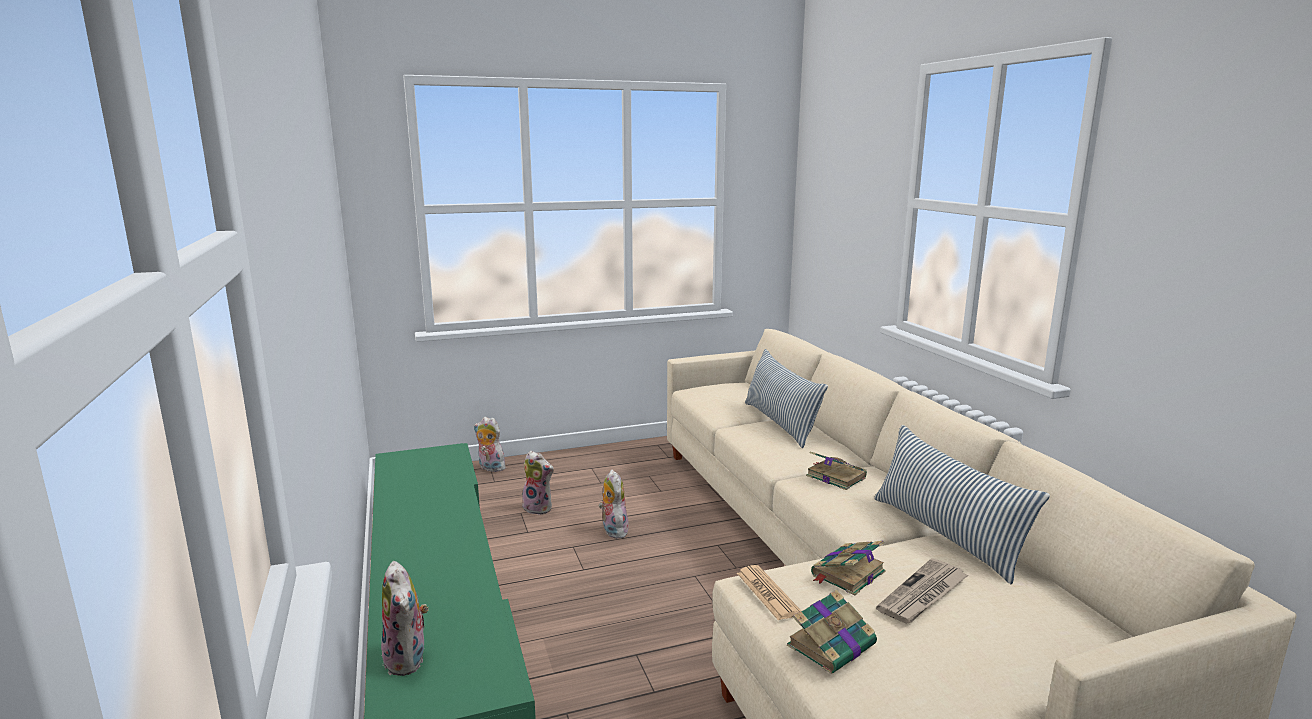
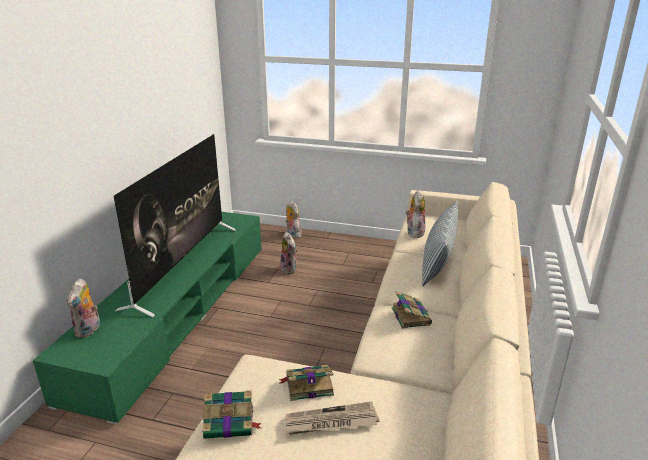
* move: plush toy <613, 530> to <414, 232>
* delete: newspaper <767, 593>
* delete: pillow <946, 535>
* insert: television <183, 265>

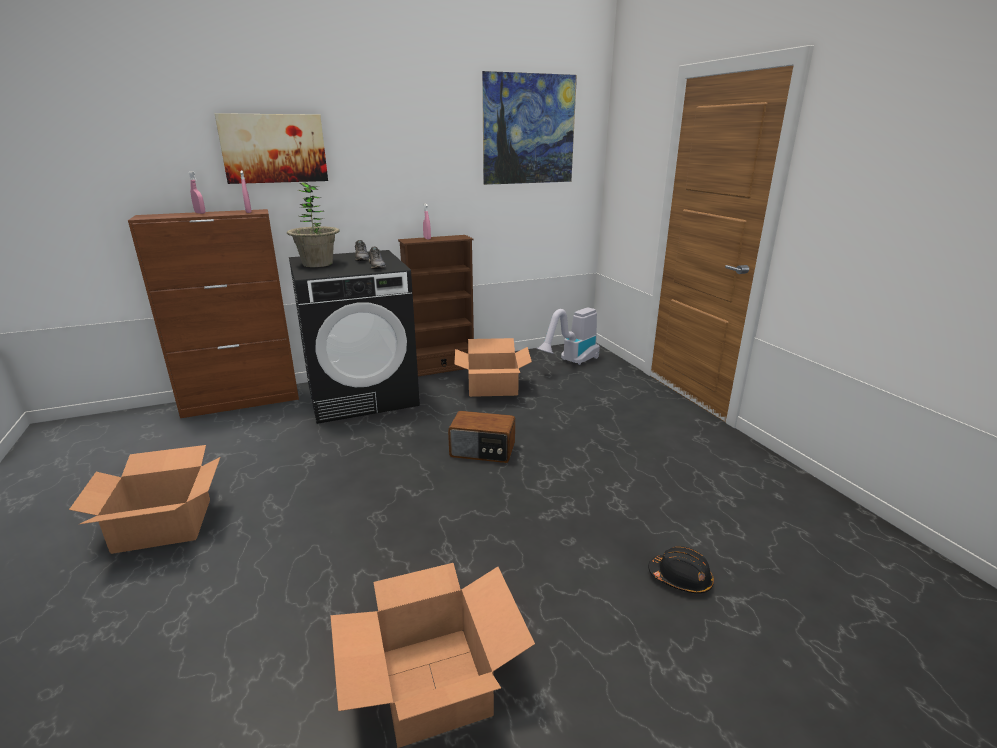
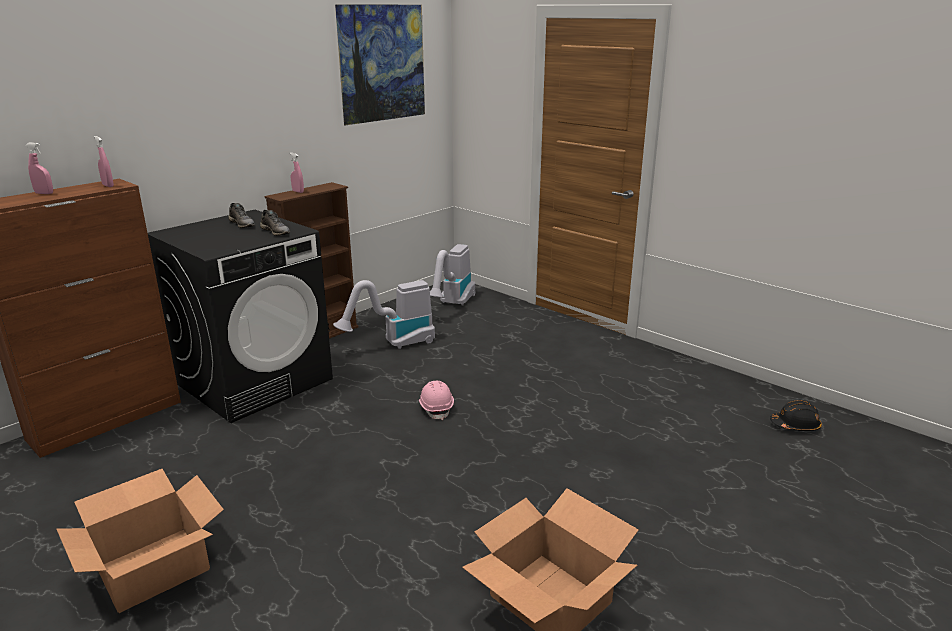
* delete: picture <274, 148>
* delete: potted plant <317, 264>
* replace: radio <482, 451> to hard hat (pink) <436, 408>
* replace: cardboard box <493, 387> to vacuum cleaner <394, 344>
* move: hard hat (black) <680, 578> to <795, 425>

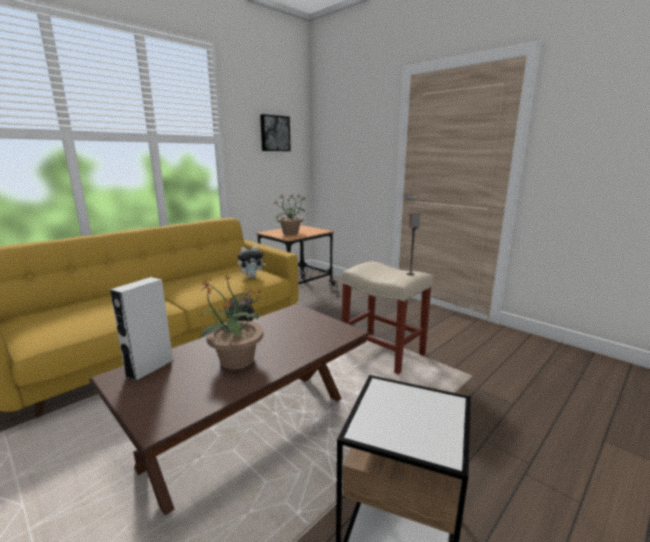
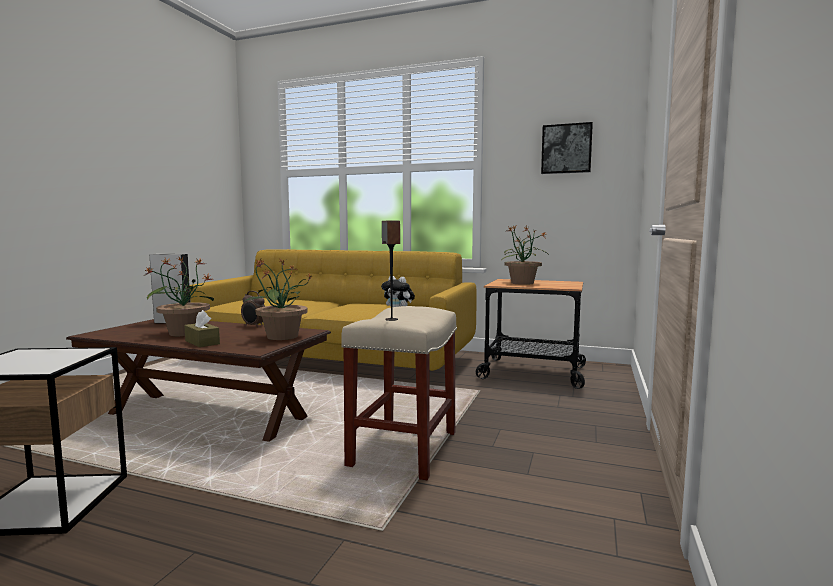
* insert: tissue box (brown) <202, 342>
* insert: potted plant <281, 337>

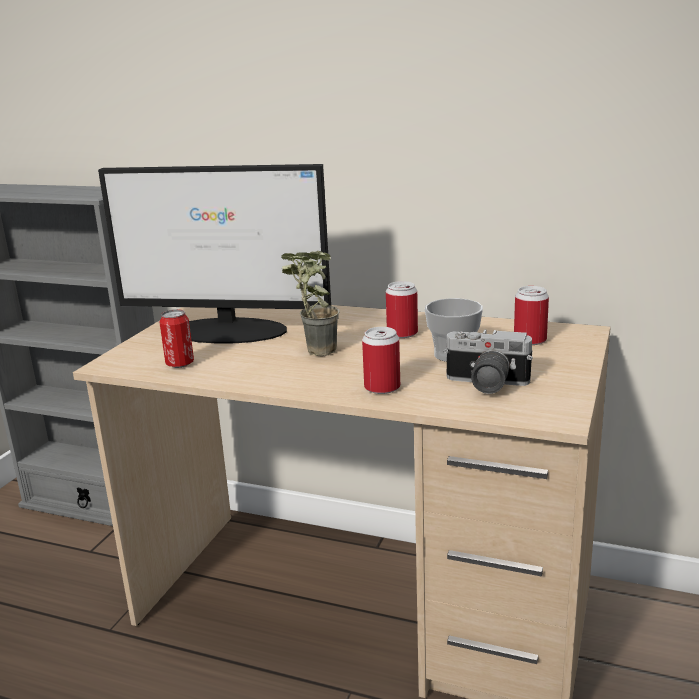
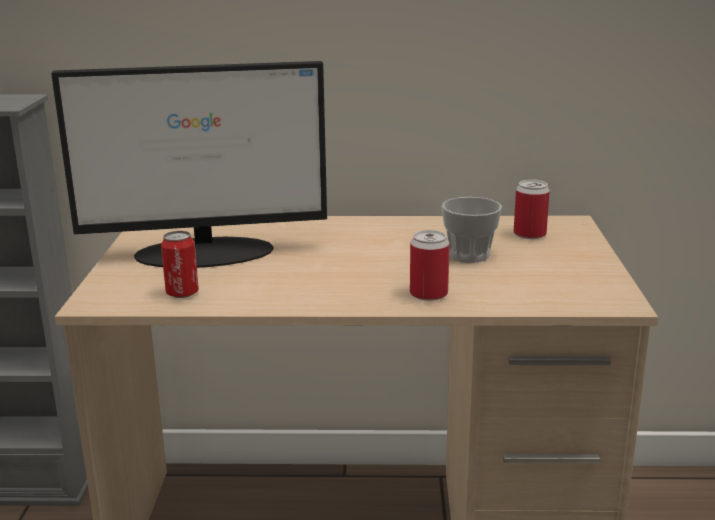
* delete: potted plant <312, 351>
* delete: can <402, 333>
* delete: photo camera <485, 385>

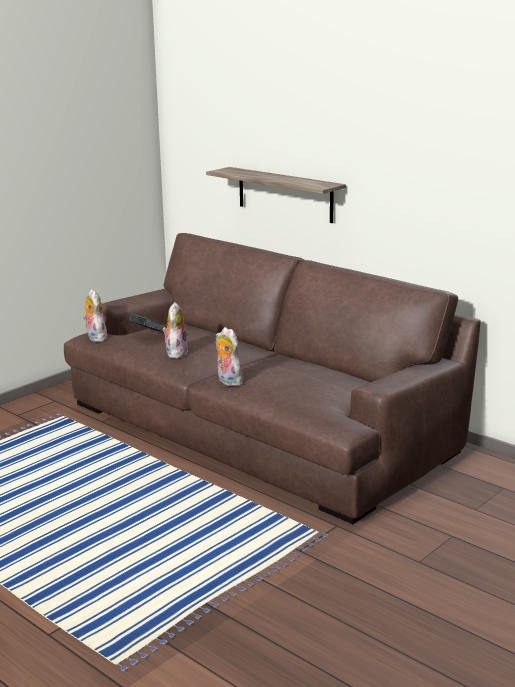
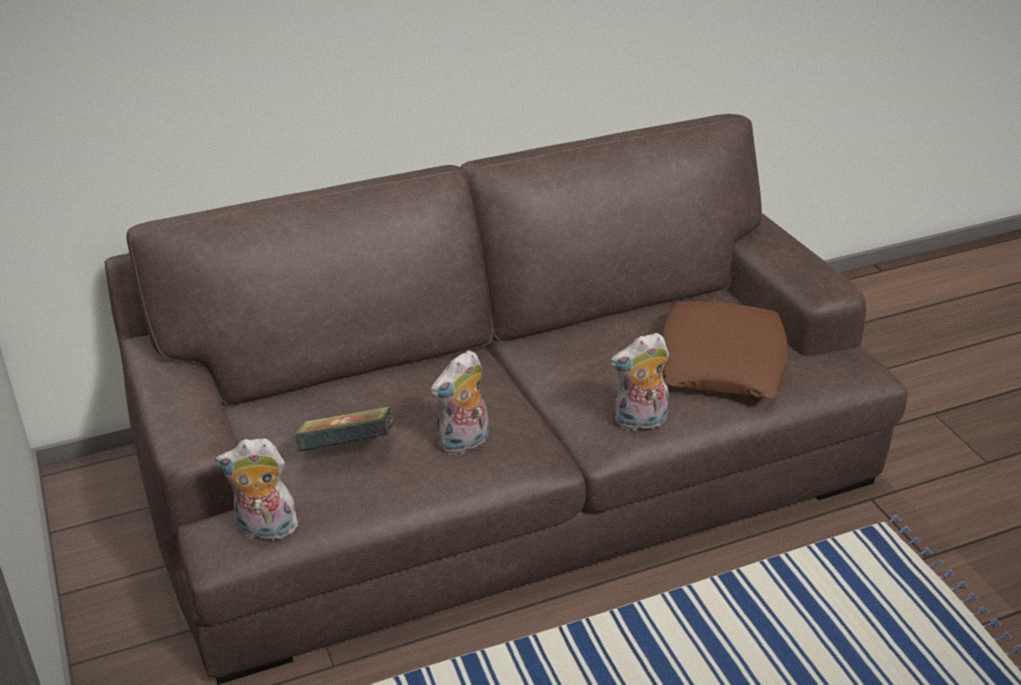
* rotate: plush toy <175, 353> = <464, 443> 75 degrees counterclockwise
* delete: shelf <285, 194>
* insert: pillow (brown) <722, 361>

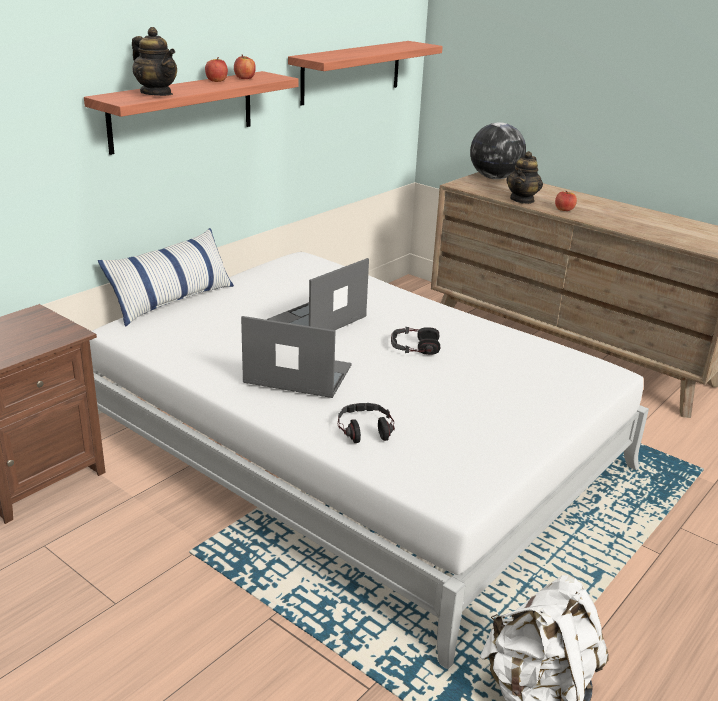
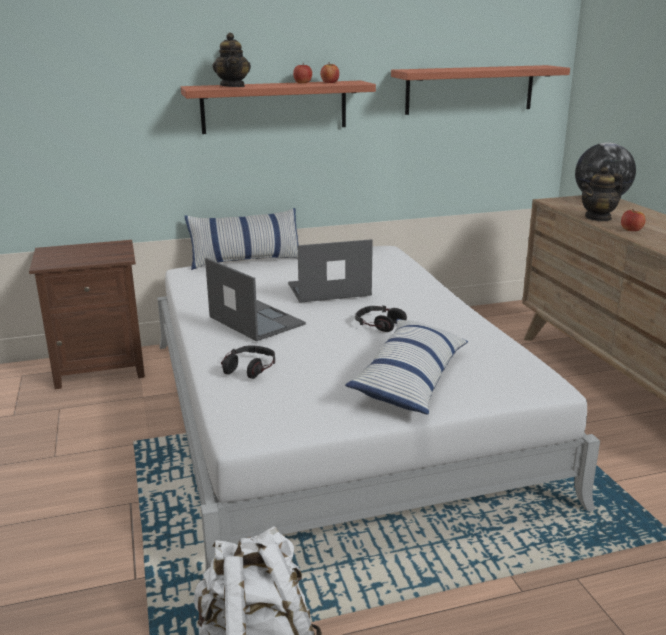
* insert: pillow <410, 379>

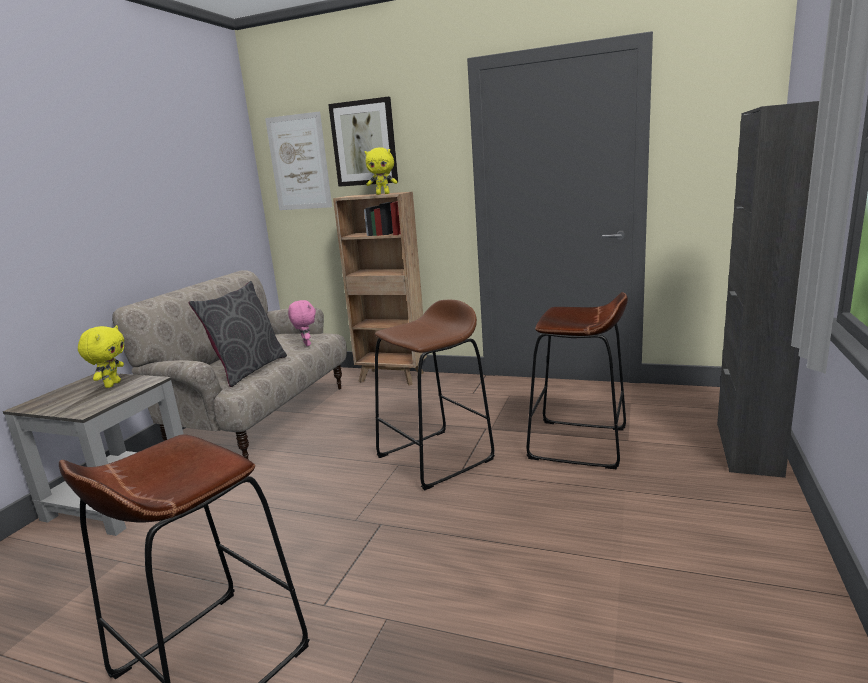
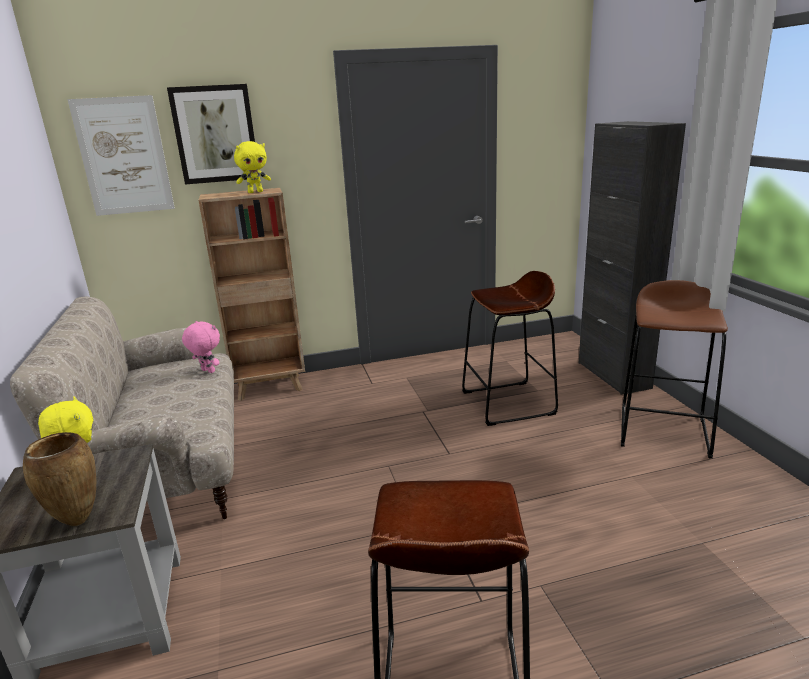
* delete: pillow (grey) <248, 370>
* move: stool (brown) <435, 458> to <664, 431>
* insert: vase (brown) <76, 522>

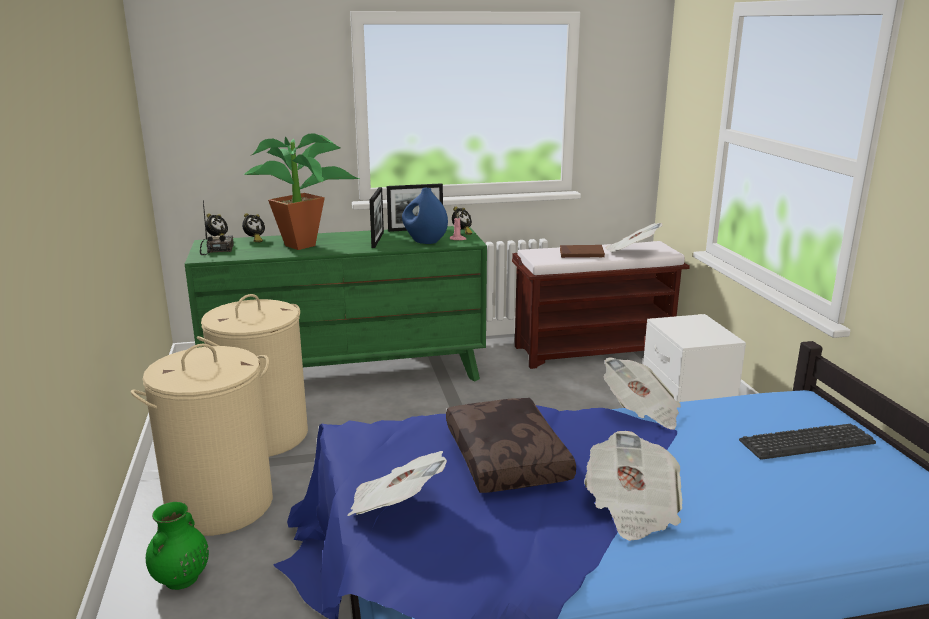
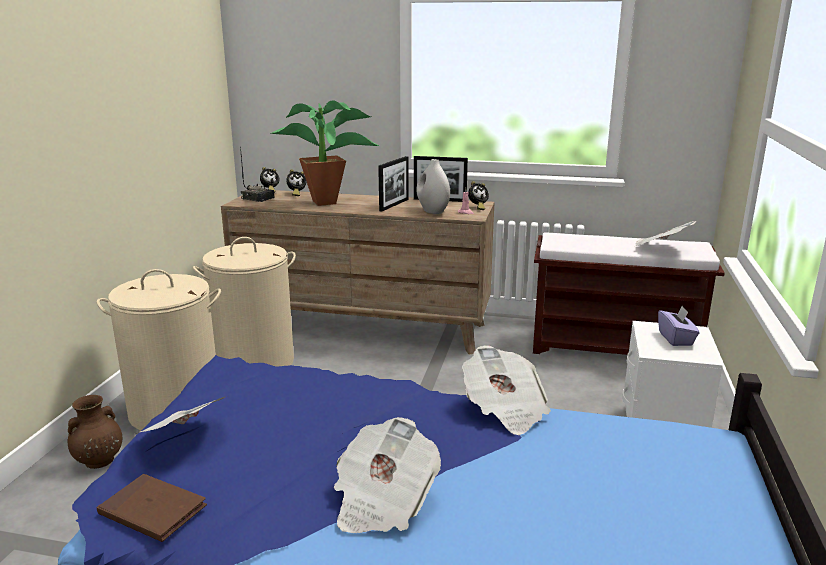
* recolor: vase (green) <181, 579> to vase (brown) <98, 461>
* recolor: dresser (green) <347, 375> to dresser (brown) <363, 327>
* rotate: radio <217, 250> = <258, 198> 105 degrees clockwise
* recolor: vase (blue) <424, 241> to vase (white) <432, 211>
* delete: pillow (brown) <509, 458>
* move: book (brown) <581, 254> to <153, 511>
* delete: keyboard <806, 442>
* insert: tissue box (purple) <676, 339>

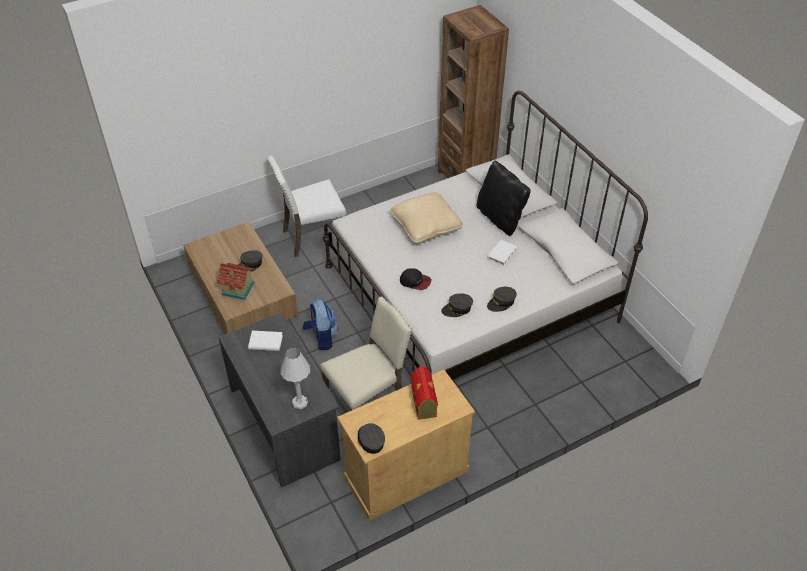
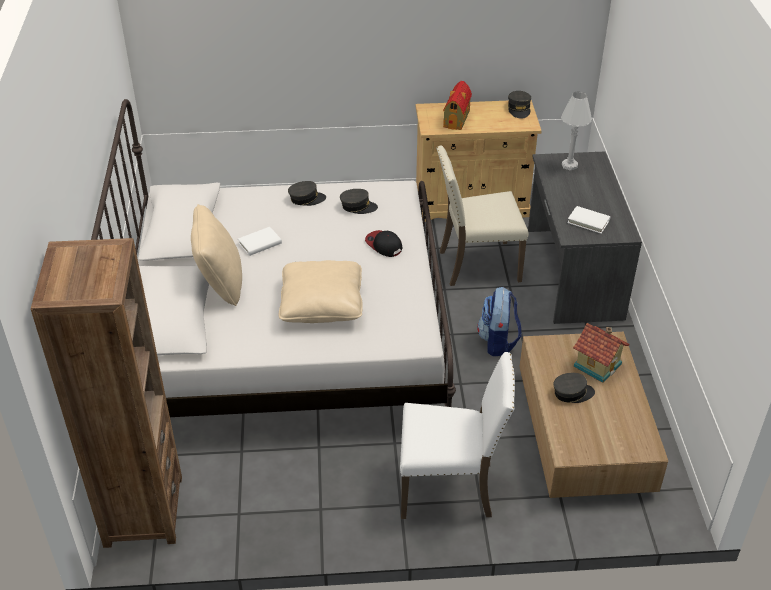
* recolor: pillow (black) <500, 218> to pillow (beige) <220, 284>

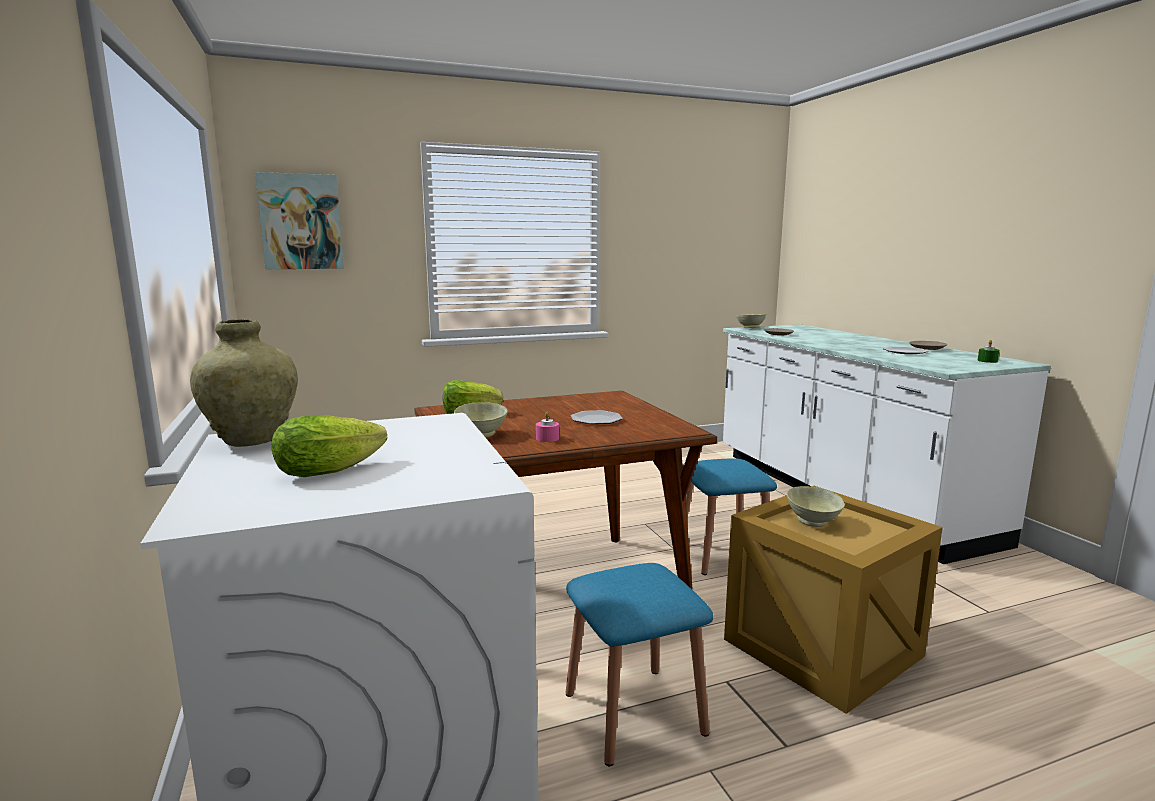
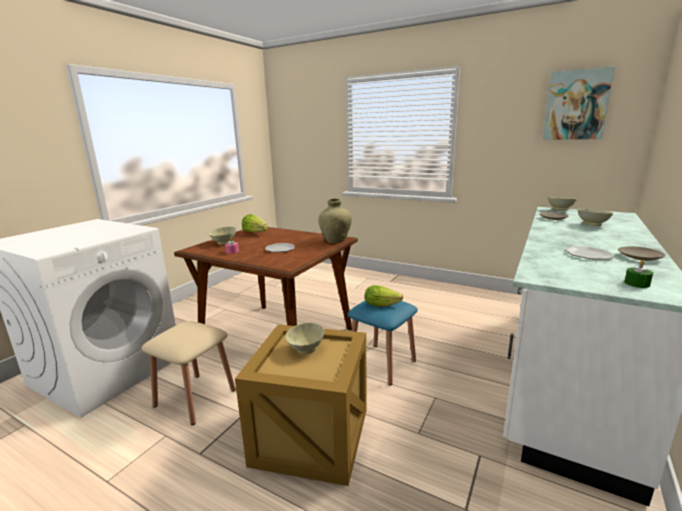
* move: vase (beige) <252, 439> to <335, 241>
* move: picture <301, 222> to <576, 105>
* move: lettuce <335, 468> to <383, 304>
* recolor: stool (blue) <634, 713> to stool (beige) <195, 398>
* insert: bowl (beige) <593, 225>

